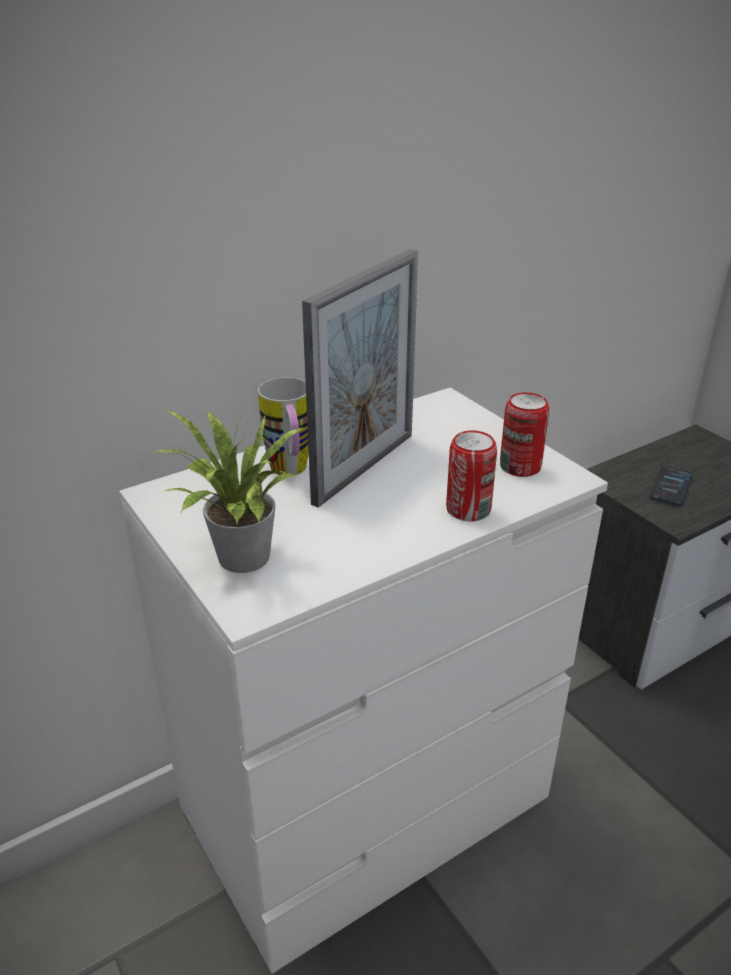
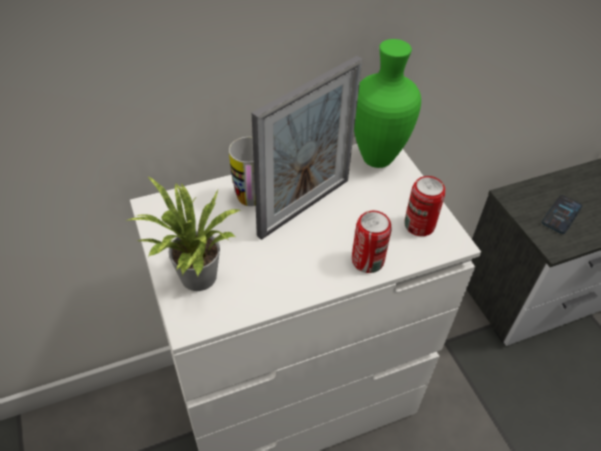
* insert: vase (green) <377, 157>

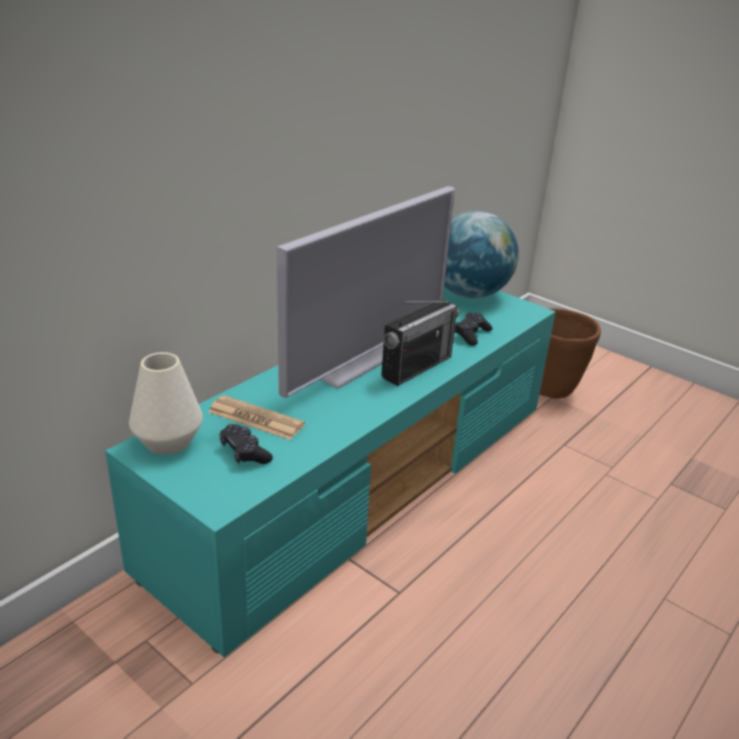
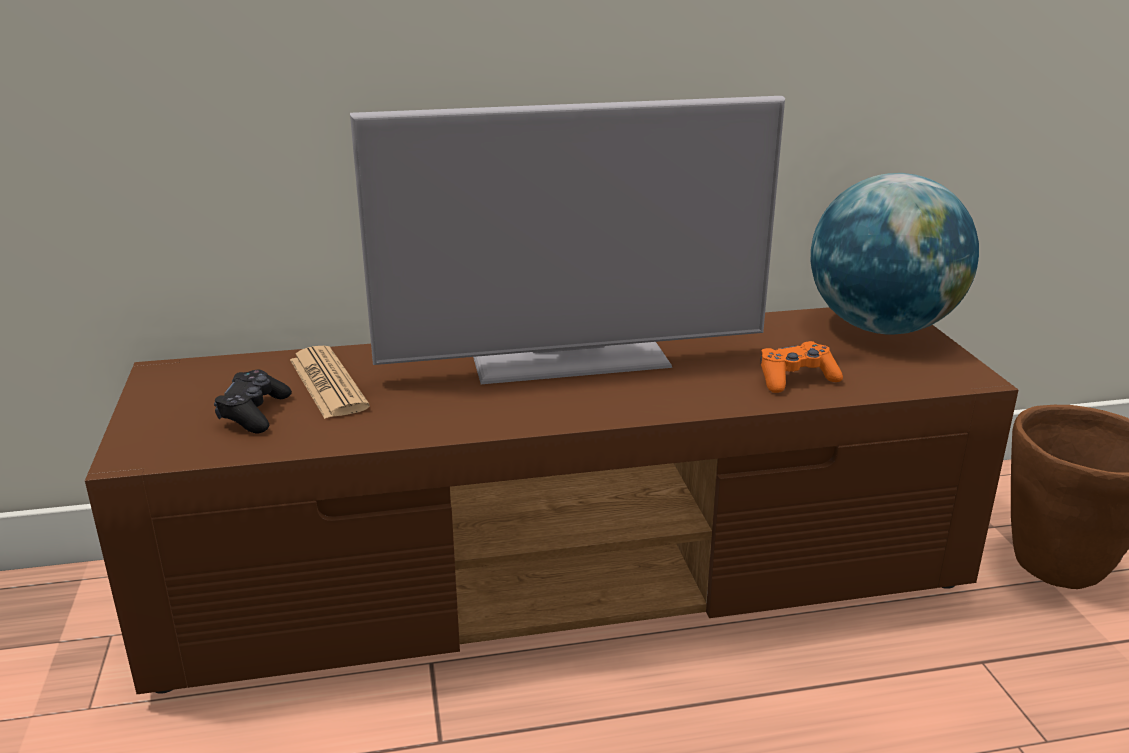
* recolor: tv stand (turquoise) <363, 483> to tv stand (brown) <569, 576>
* delete: vase (white) <168, 441>
* delete: radio <416, 367>
* recolor: game controller (black) <471, 335> to game controller (orange) <796, 379>

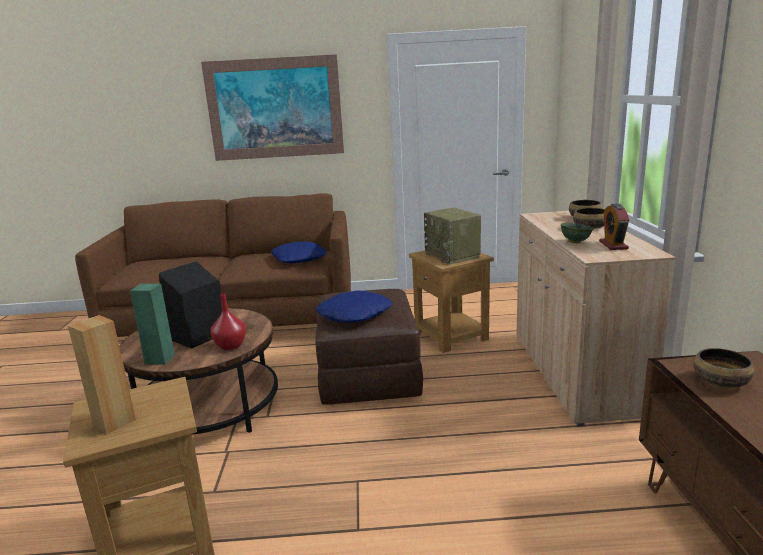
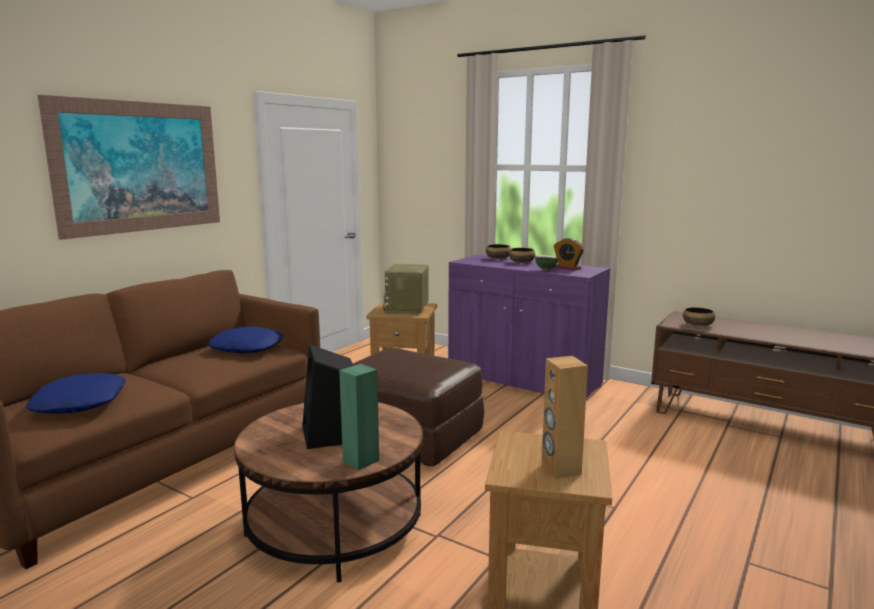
* delete: vase (red) <230, 346>
* move: pillow (blue) <354, 314> to <79, 403>
* rotate: radio <453, 256> = <407, 309> 90 degrees clockwise
* recolor: cabinet (beige) <574, 373> to cabinet (purple) <523, 380>

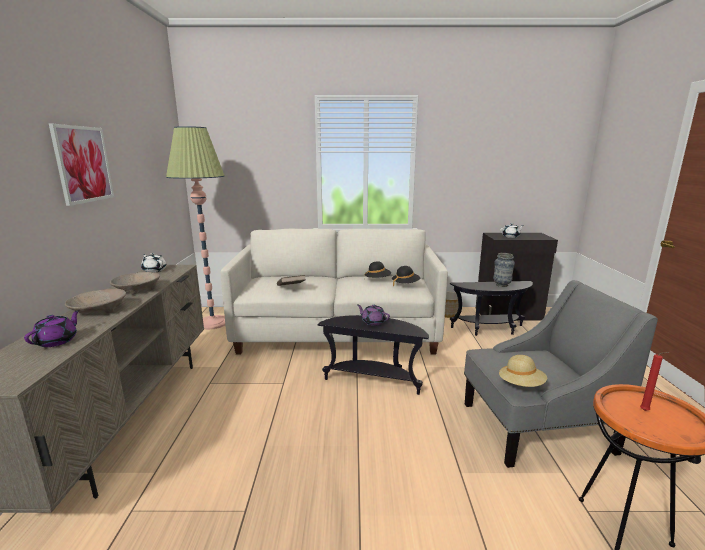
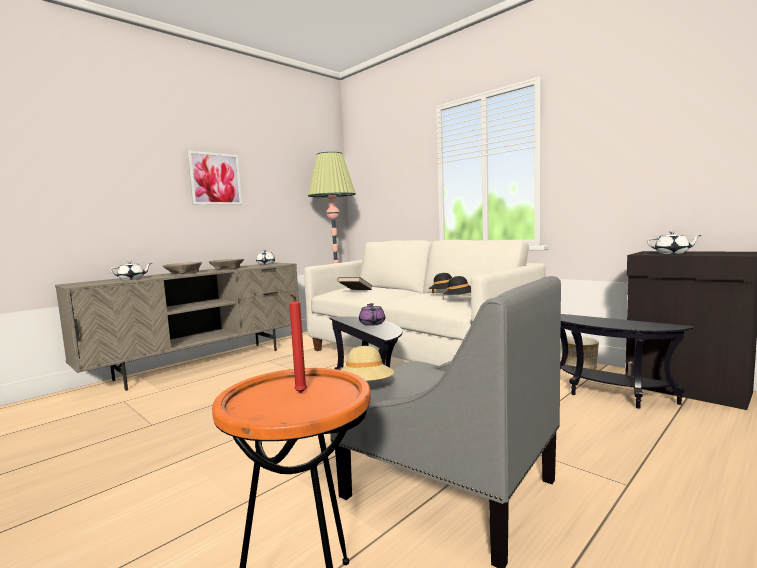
* recolor: teapot (purple) <57, 341> to teapot (white) <132, 278>
* delete: vase <501, 285>

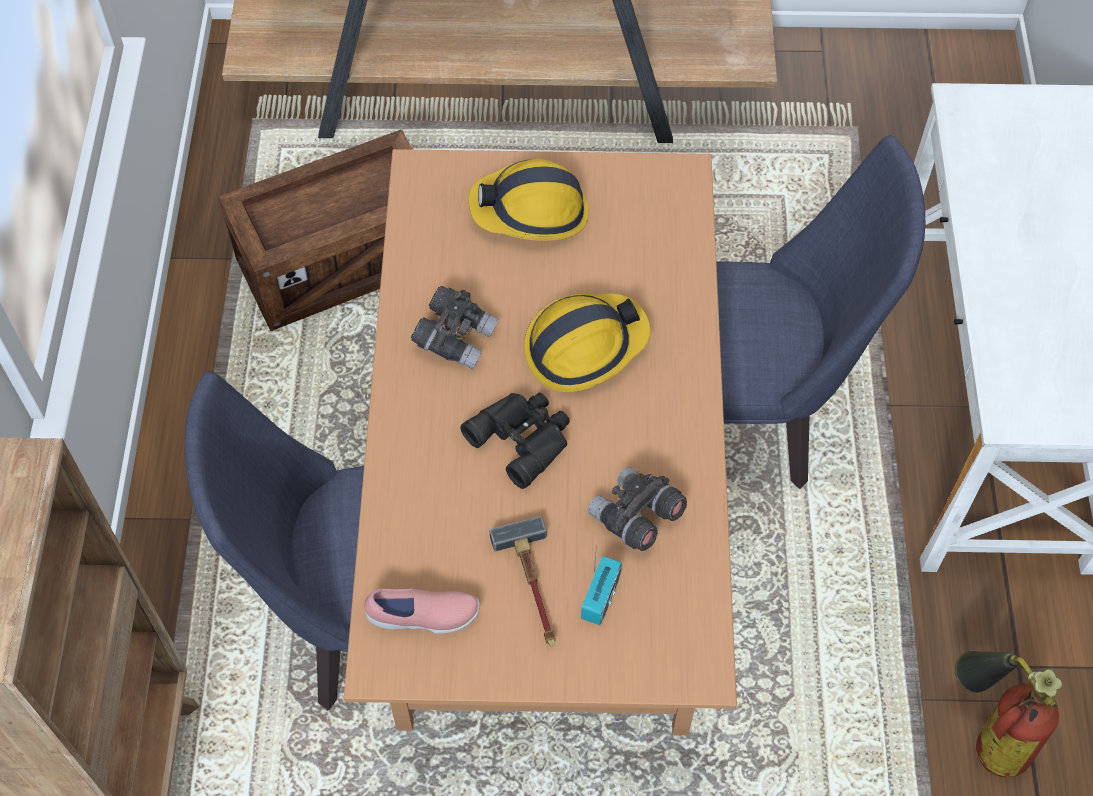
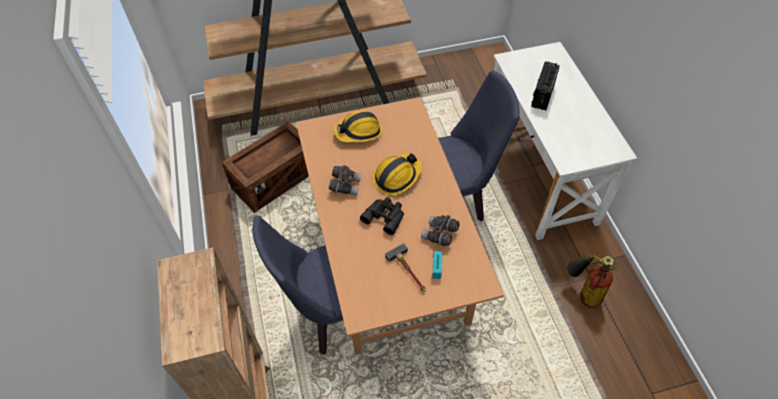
* delete: shoe (pink) <423, 617>
* insert: radio <542, 96>

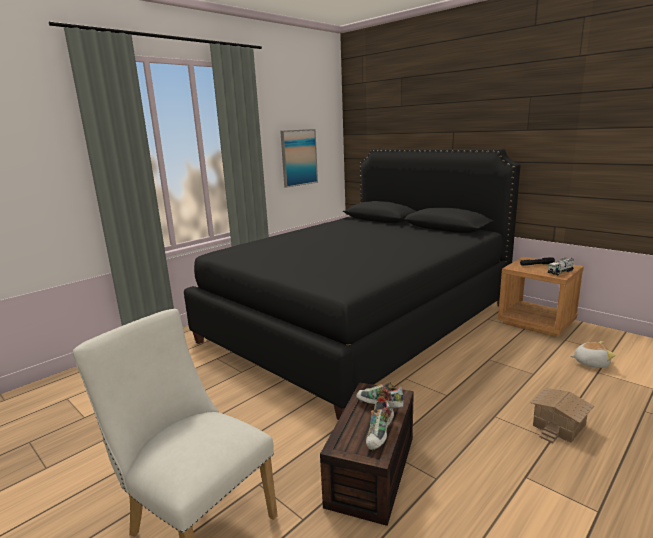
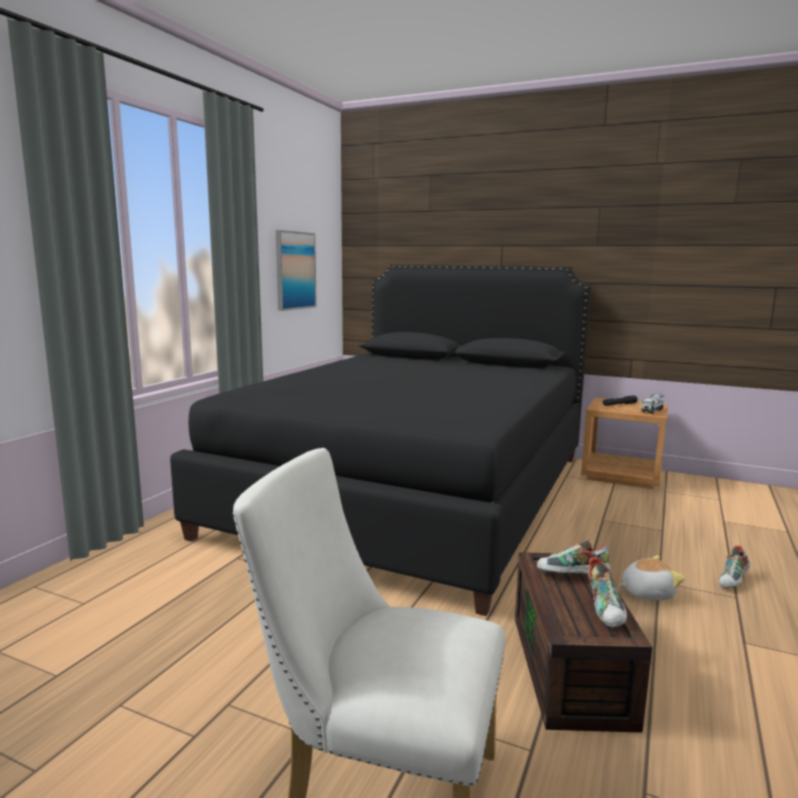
* replace: toy house <560, 426> to shoe <733, 581>
* move: plush toy <590, 363> to <646, 592>

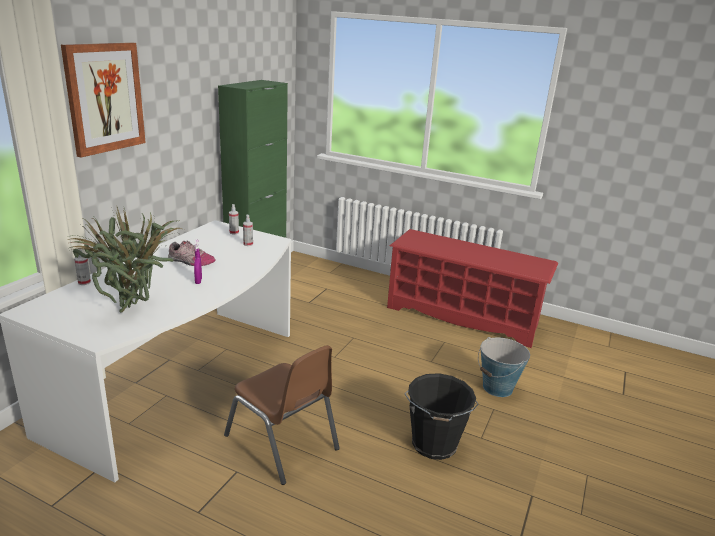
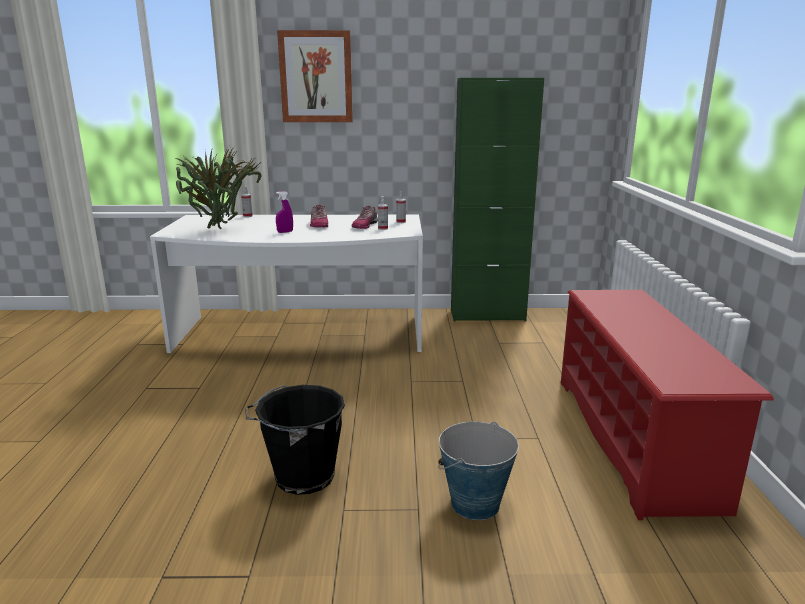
* delete: chair (brown) <282, 442>
* insert: shoe <364, 225>

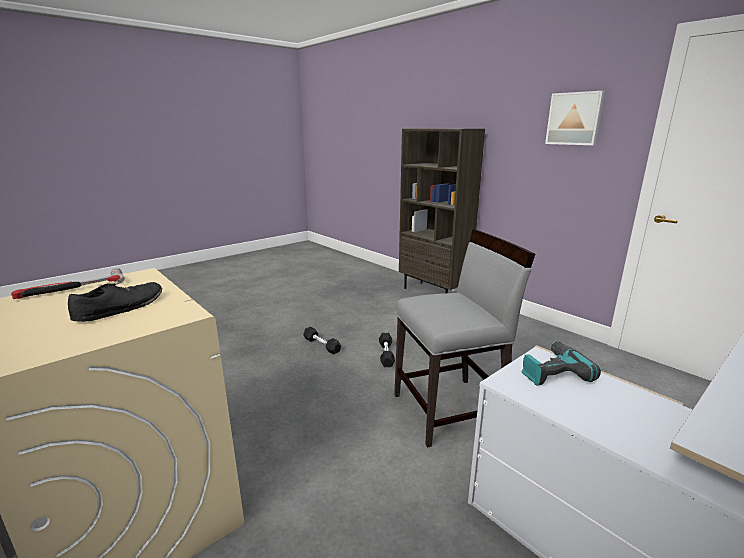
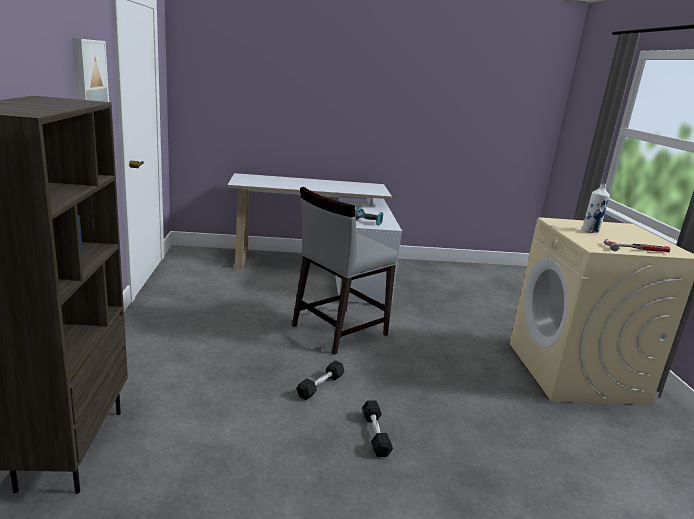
* replace: shoe (black) <121, 308> to bottle (white) <590, 231>
* rotate: chair (grey) <450, 410> = <338, 330> 60 degrees counterclockwise

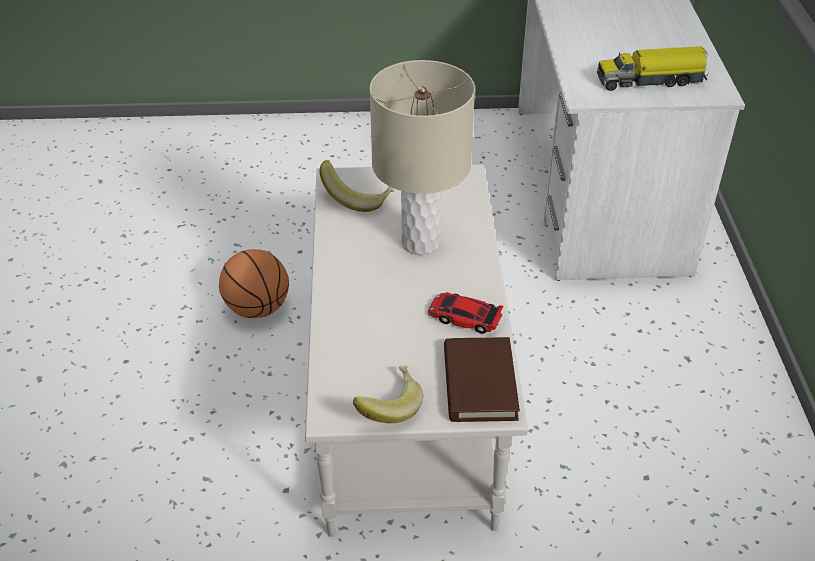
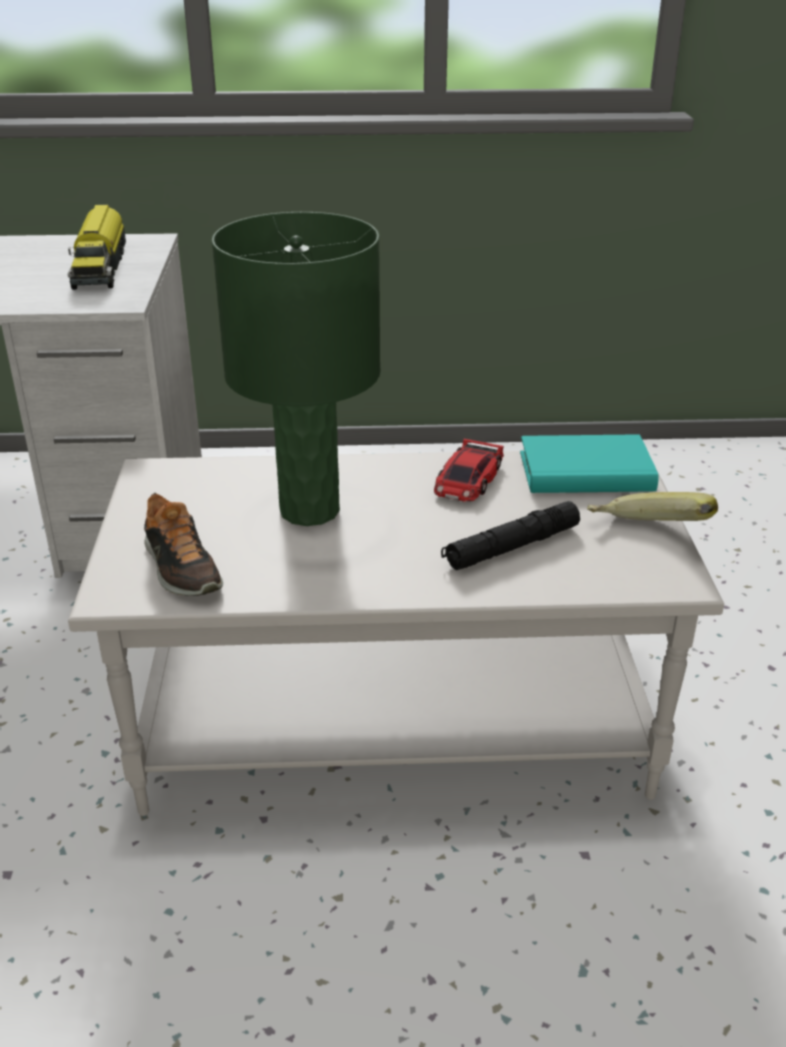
* delete: basketball <257, 308>
* replace: banana <357, 198> to shoe <181, 569>
* recolor: table lamp (beige) <421, 242> to table lamp (green) <309, 510>
* recolor: book (brown) <479, 383> to book (turquoise) <586, 472>
* insert: flashlight (black) <511, 547>

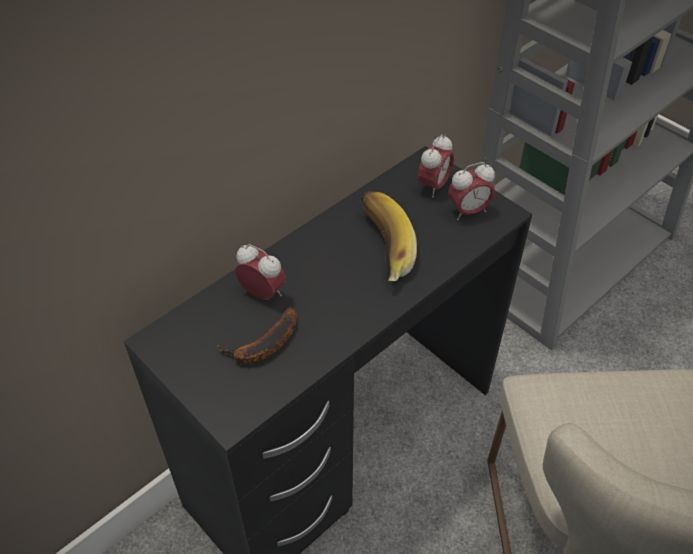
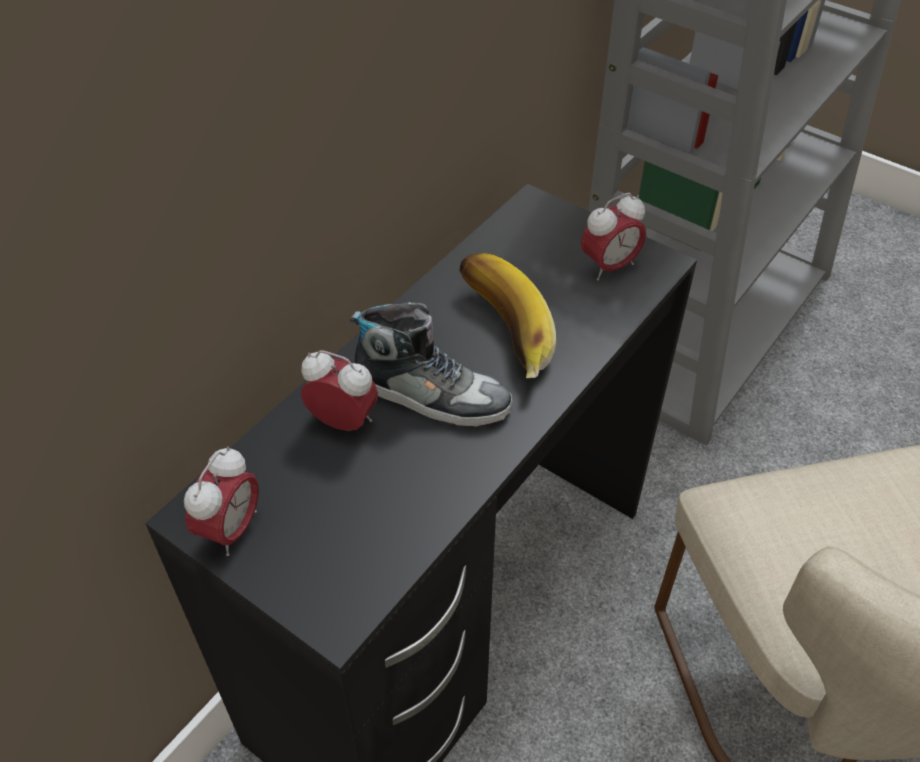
* delete: banana <263, 346>
* move: alarm clock <433, 186> to <231, 529>
* insert: shoe <431, 393>

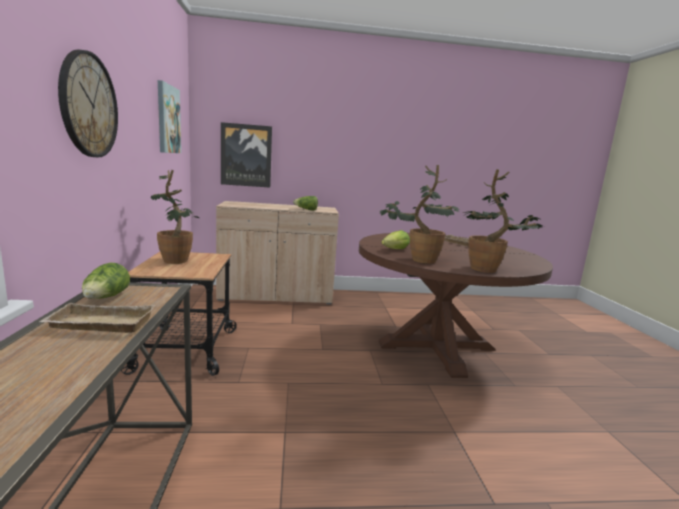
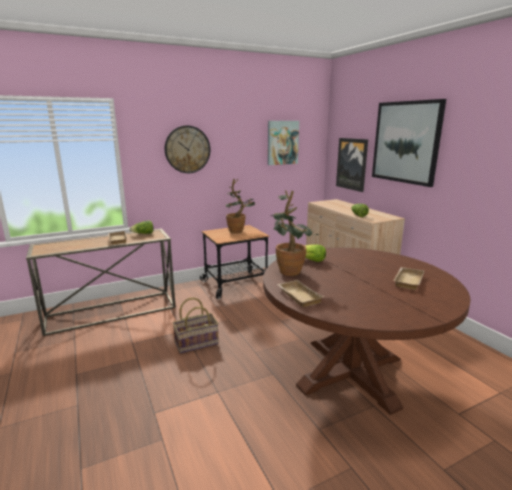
* replace: potted plant <490, 270> to tray (beige) <297, 296>
* insert: basket <196, 343>
* insert: picture <406, 142>

